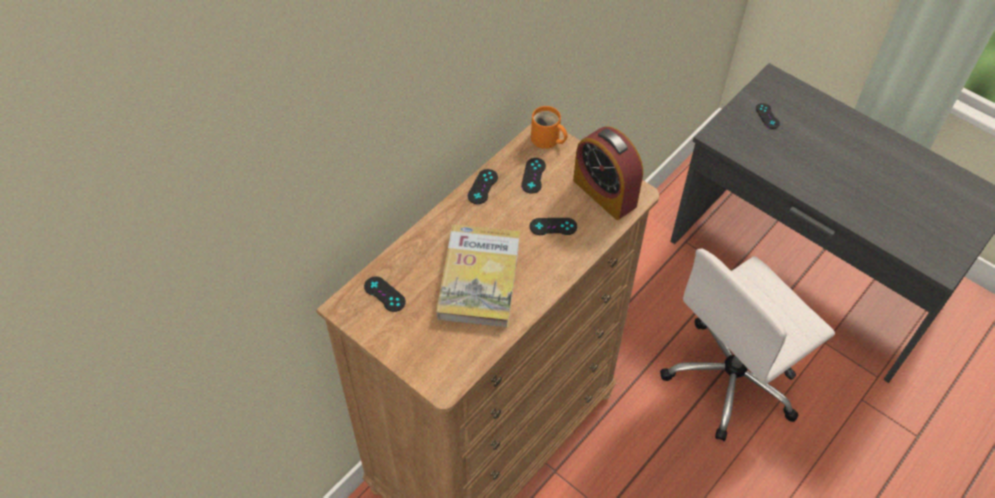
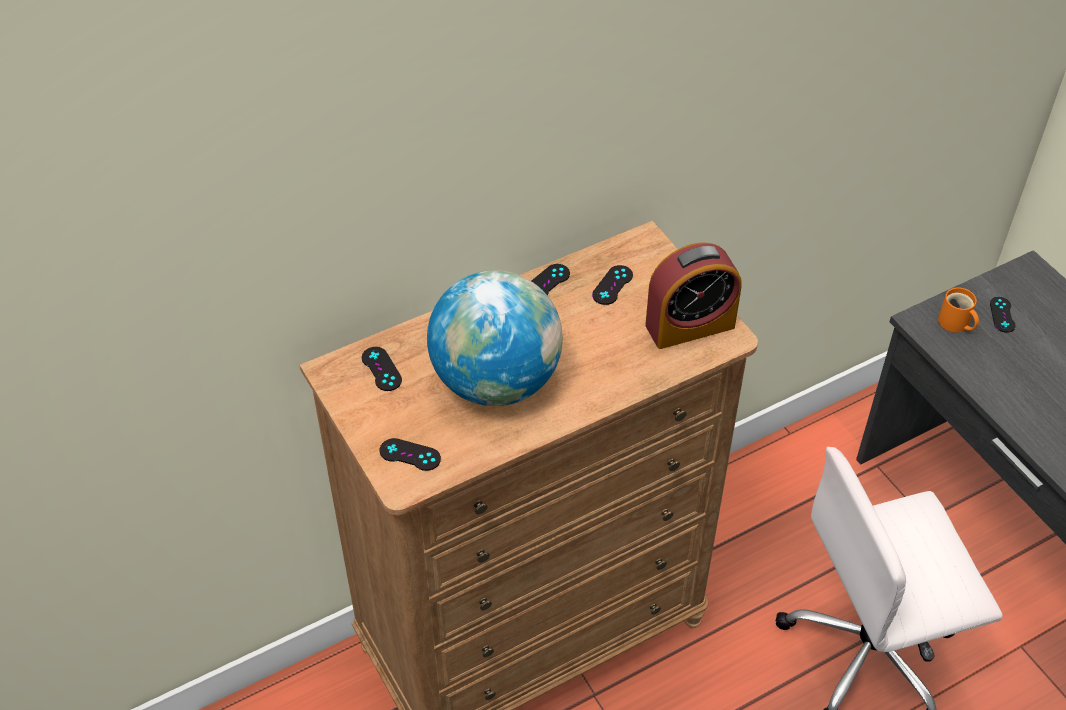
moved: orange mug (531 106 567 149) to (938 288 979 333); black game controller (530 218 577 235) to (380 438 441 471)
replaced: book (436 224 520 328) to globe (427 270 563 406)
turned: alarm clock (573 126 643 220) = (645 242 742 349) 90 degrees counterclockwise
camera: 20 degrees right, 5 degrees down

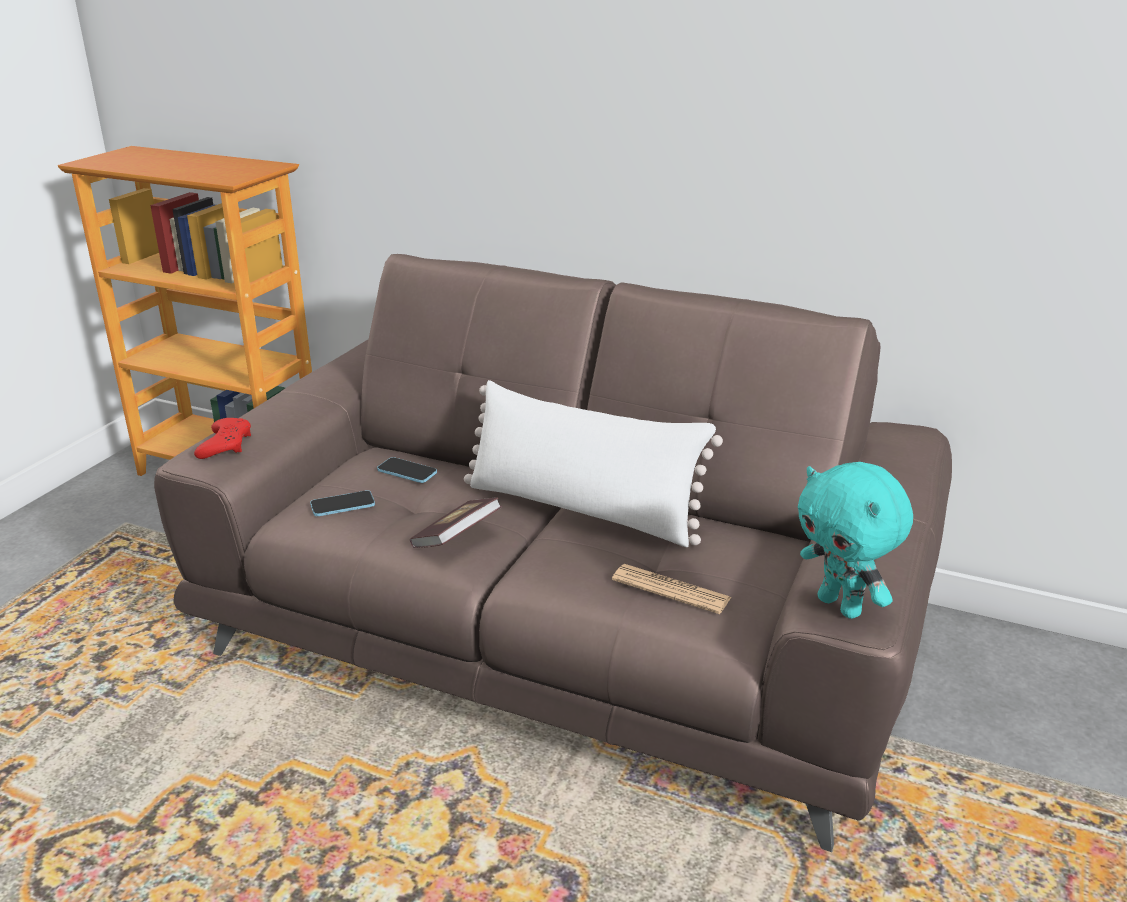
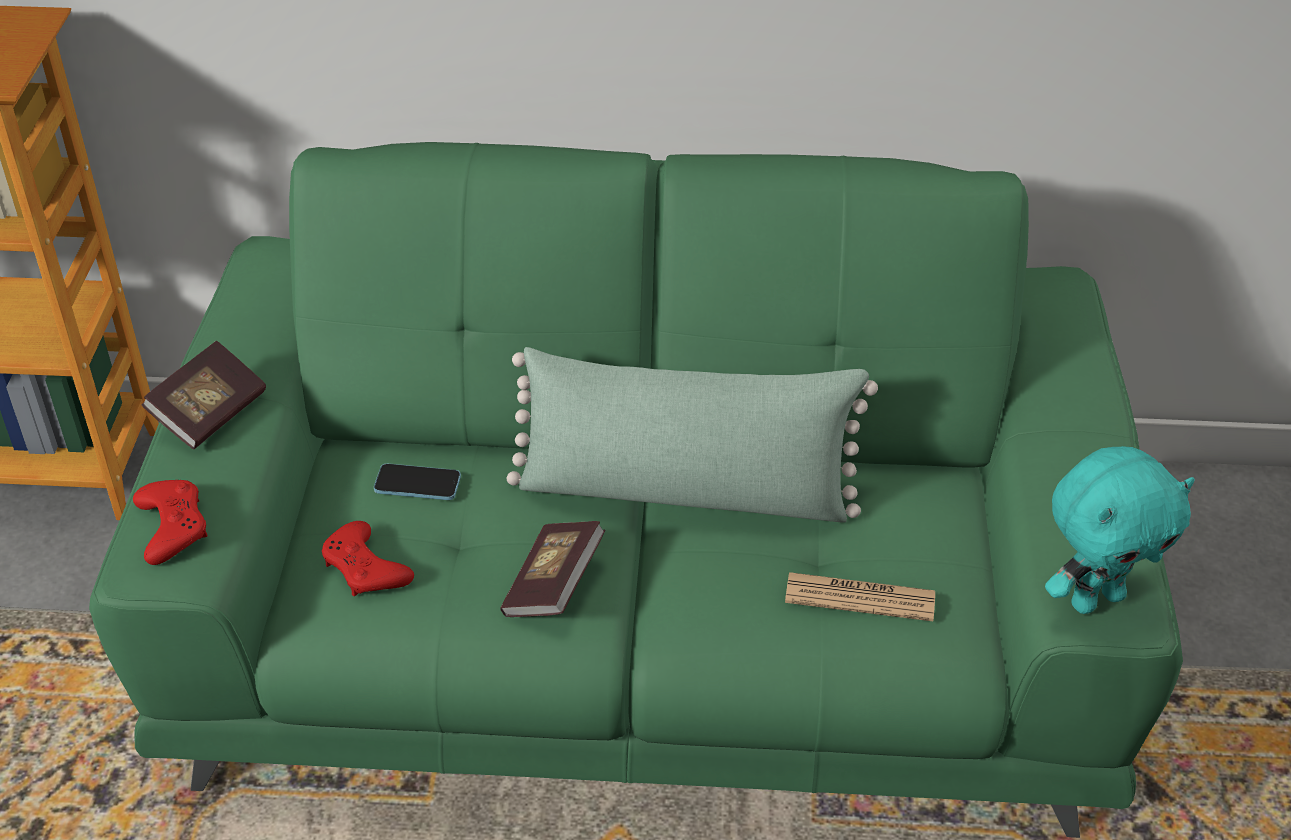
added: book (141 341 266 449)
replaced: phone (310 490 375 516) to red game controller (322 521 414 596)
recoloured: brown sofa (154 254 952 852) to green sofa (89 142 1183 838); white pillow (464 380 723 547) to green pillow (506 347 878 523)
turned: turquoise plush toy (798 462 913 619) = (1045 446 1195 614) 60 degrees counterclockwise
camera: 20 degrees left, 15 degrees up

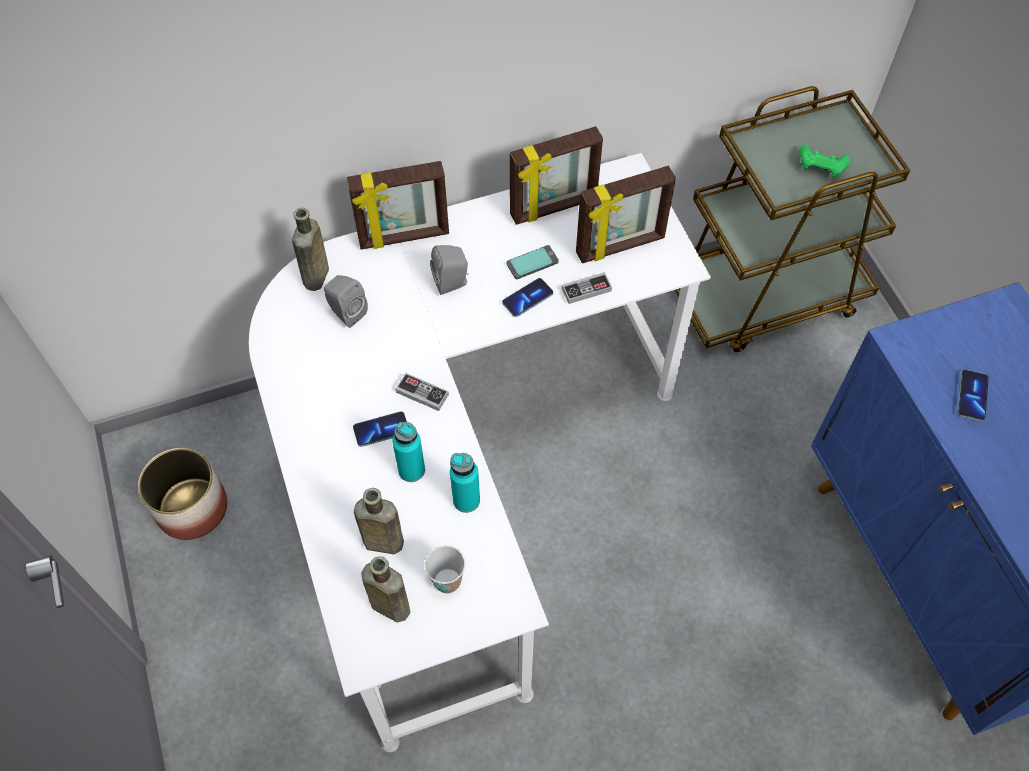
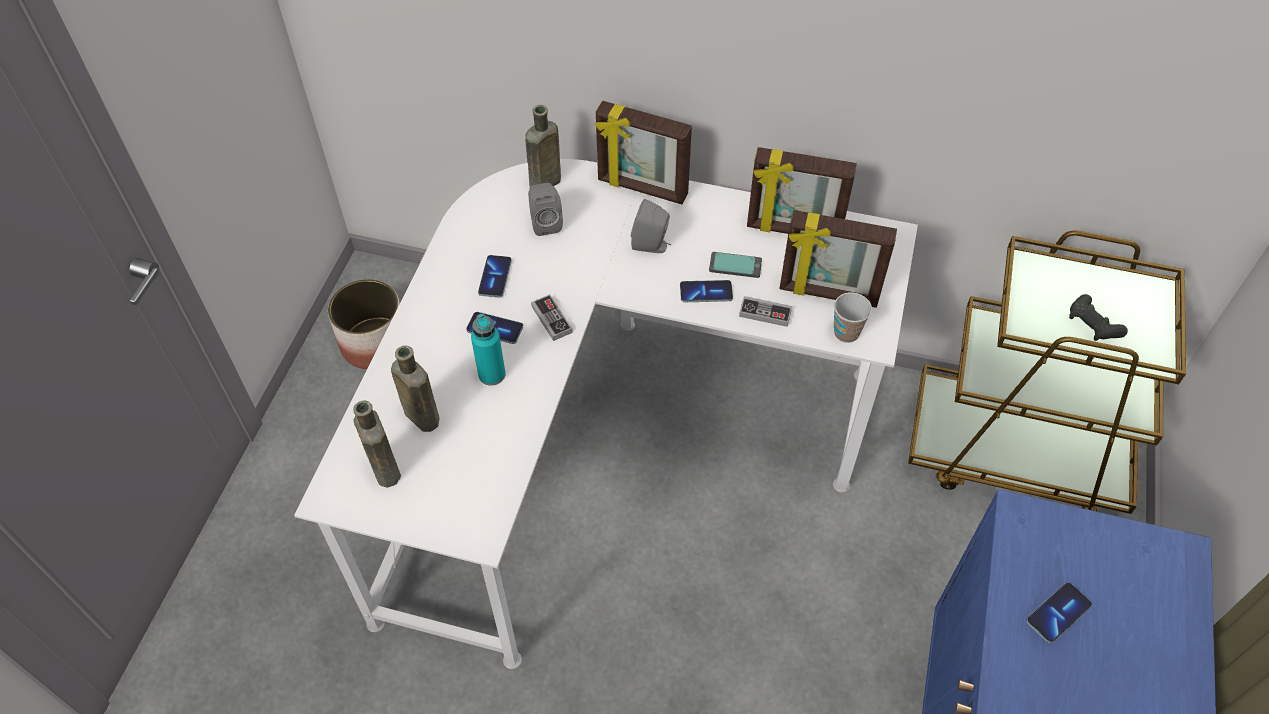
removed: turquoise bottle (450 453 480 513)
added: phone (478 255 512 298)
moved: cup (425 545 465 594) to (834 292 872 343)
recoloured: green game controller (799 145 850 178) to black game controller (1069 294 1128 341)
camera: 35 degrees right, 5 degrees down

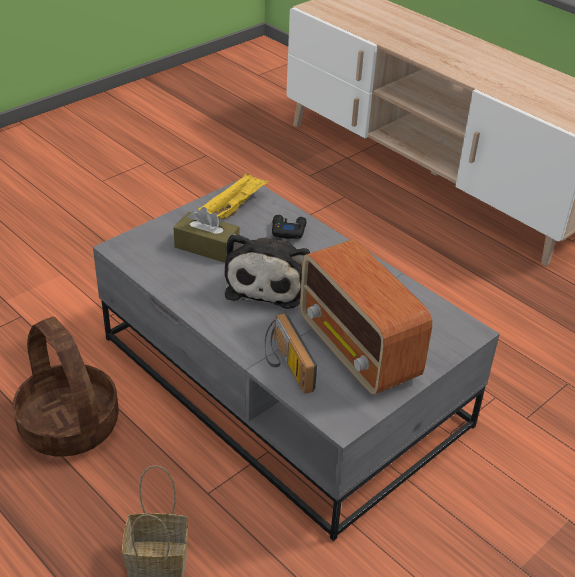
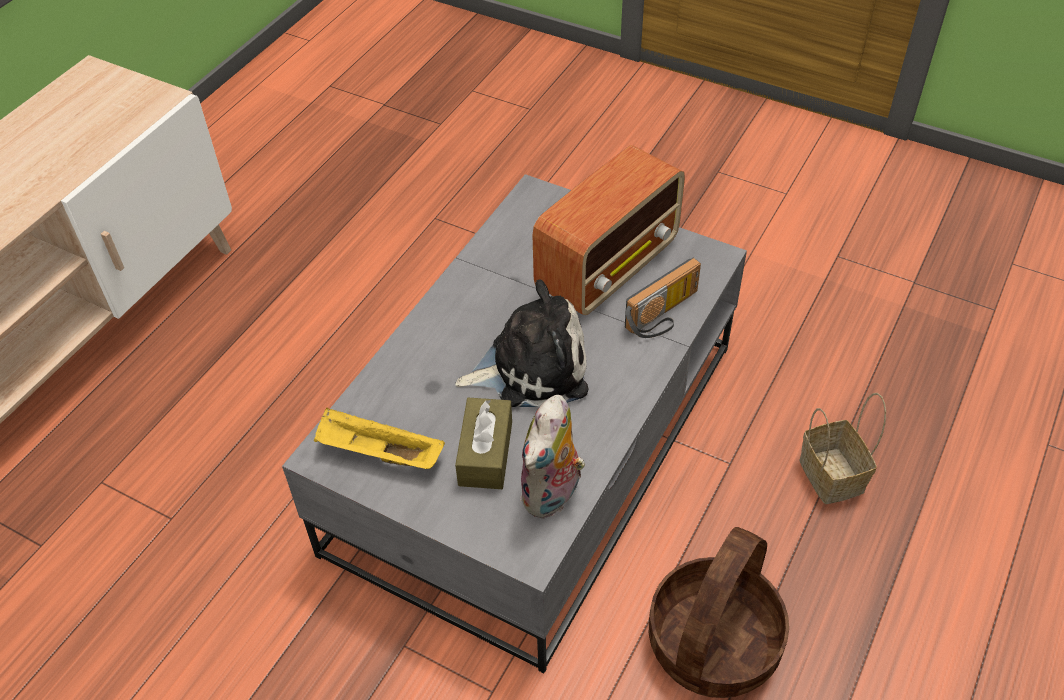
removed: black game controller (272 215 307 239)
added: plush toy (520 395 585 518)
camera: 105 degrees left, 10 degrees up

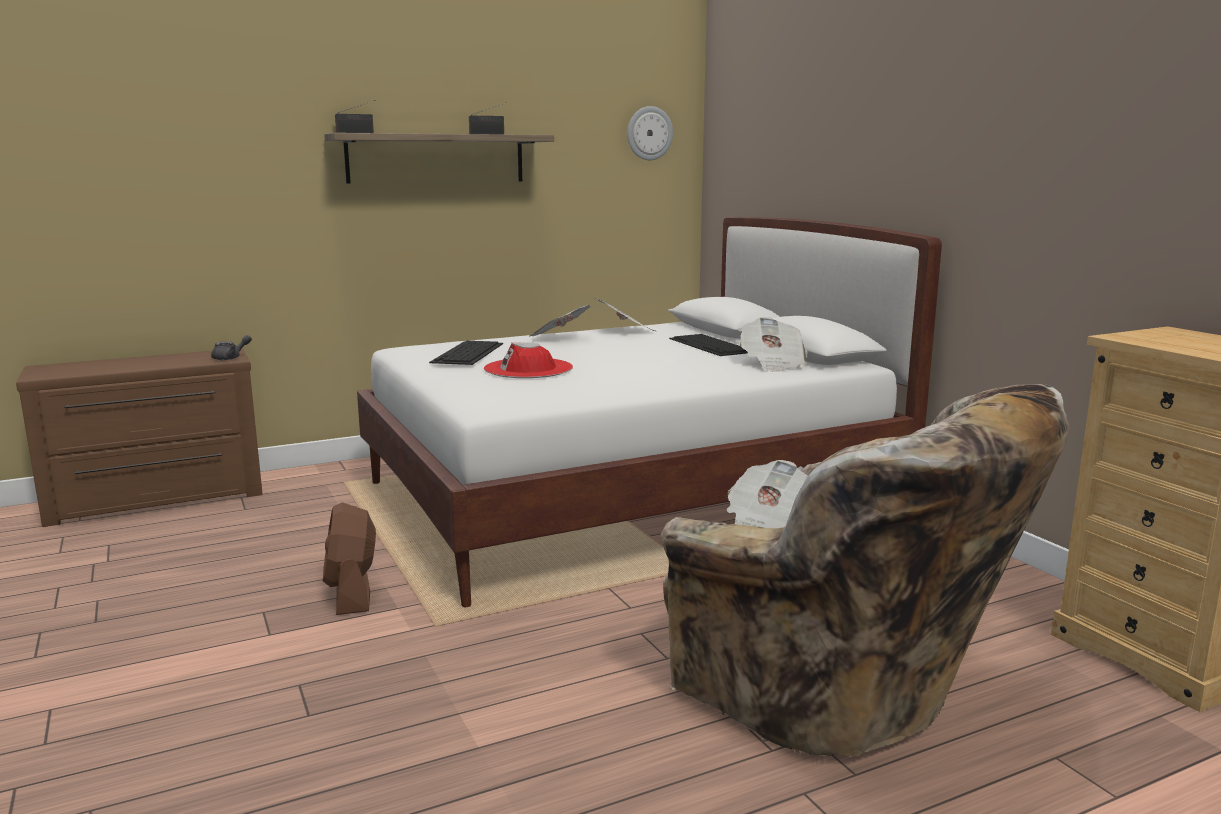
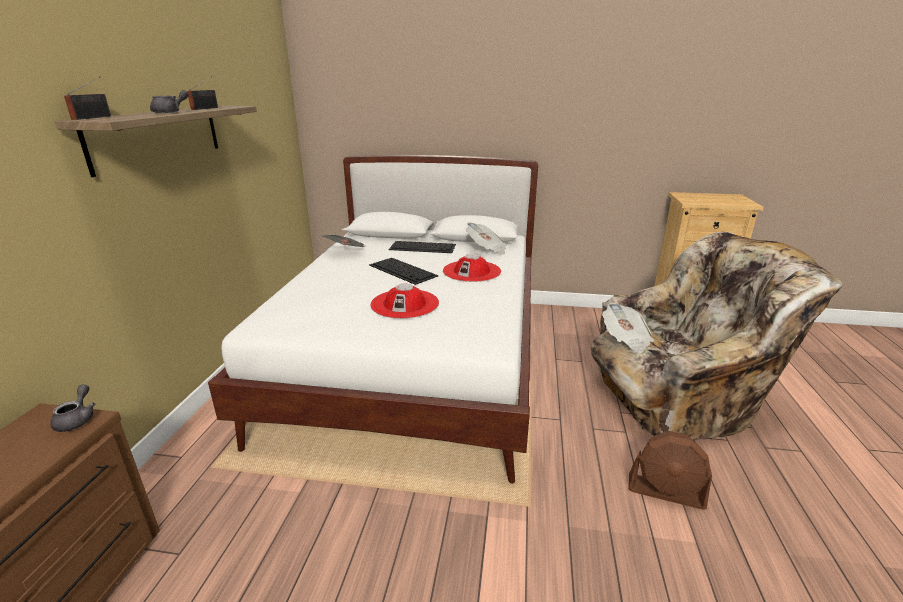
removed: wall clock (627 106 673 160); newspaper (529 305 591 337)
added: grey teapot (150 90 189 113); red hat (443 254 501 282)
moved: keyboard (429 341 503 365) to (369 258 439 285); brown fan (323 502 376 615) to (629 431 712 510)
camera: 55 degrees left, 10 degrees up

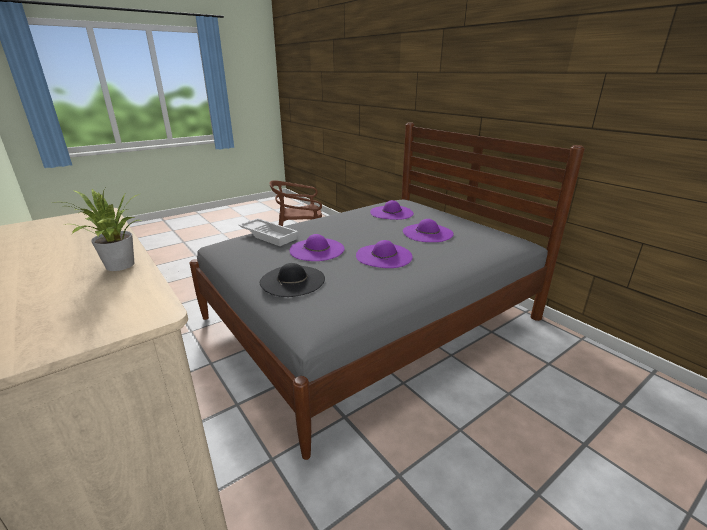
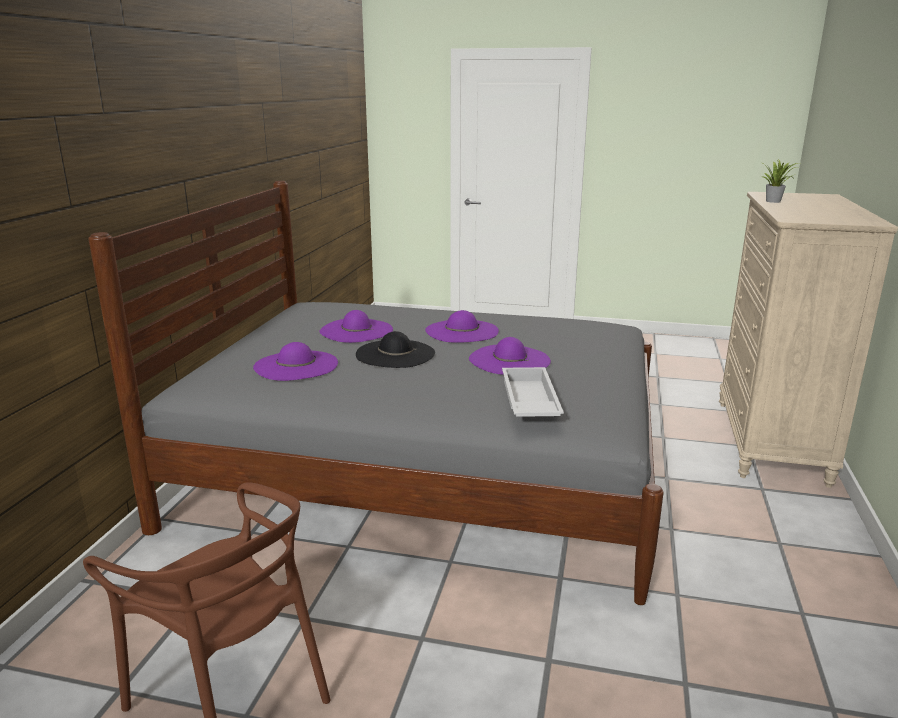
moved: black hat (260 263 325 297) to (356 331 435 368)
camera: 130 degrees left, 5 degrees down

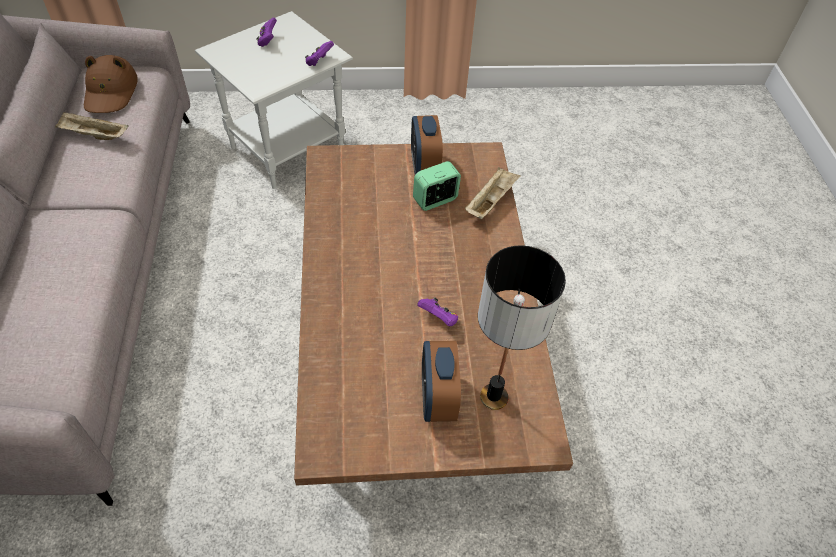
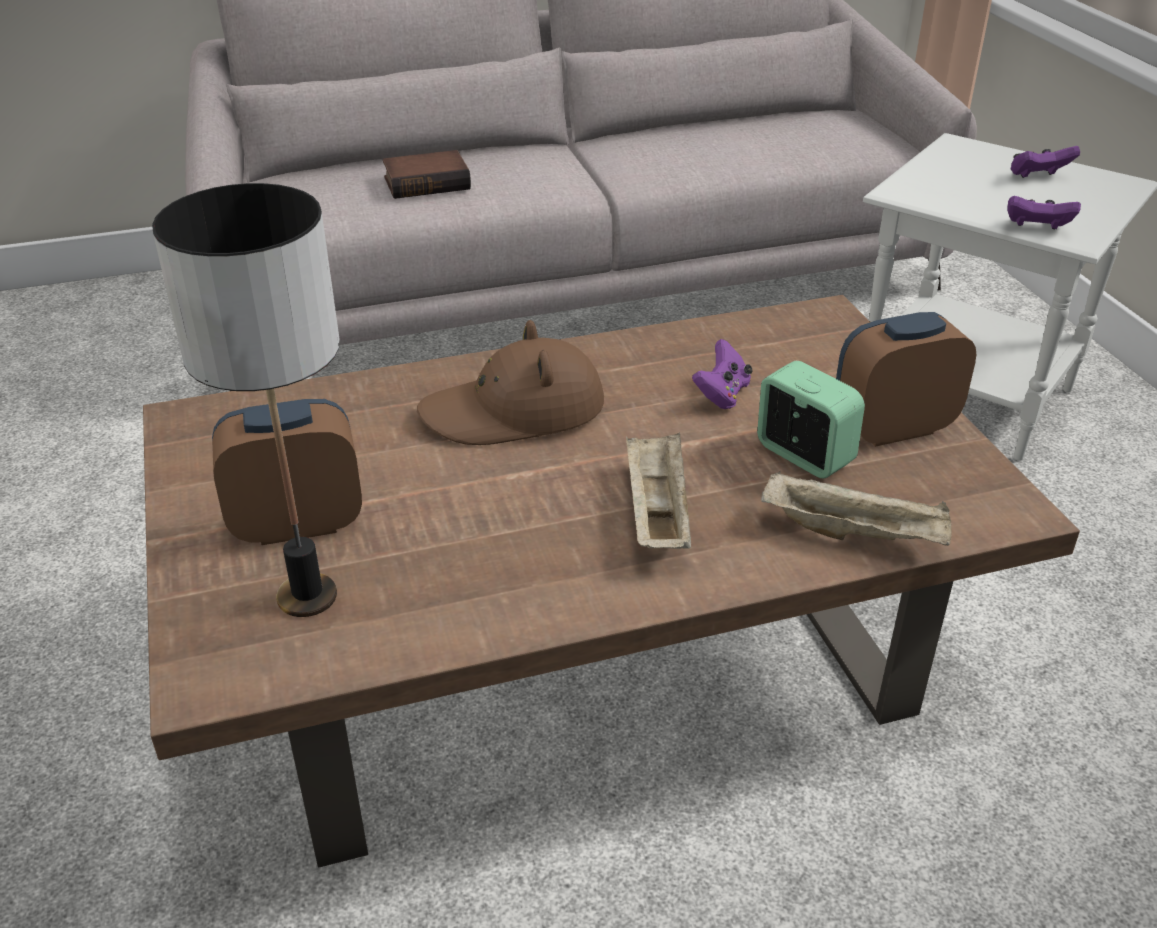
added: book (382 150 471 199)
moved: brown hat (84 55 138 113) to (417 320 604 445); beige tray (55 112 129 140) to (626 432 691 549); purple game controller (417 297 458 326) to (692 339 753 409)
camera: 80 degrees right, 15 degrees down

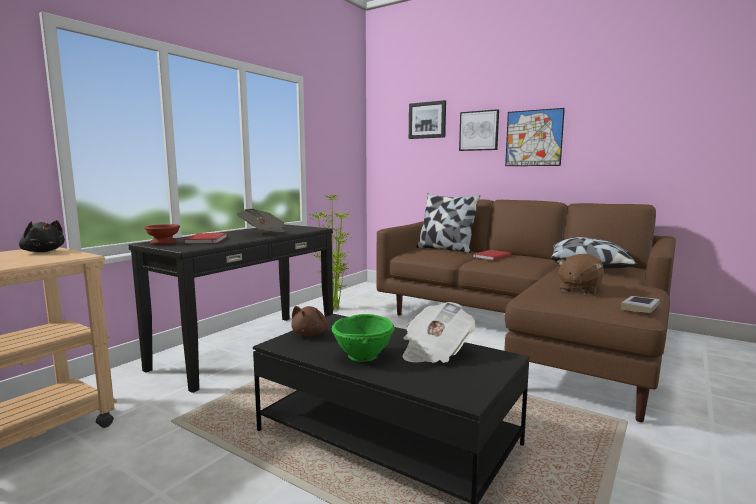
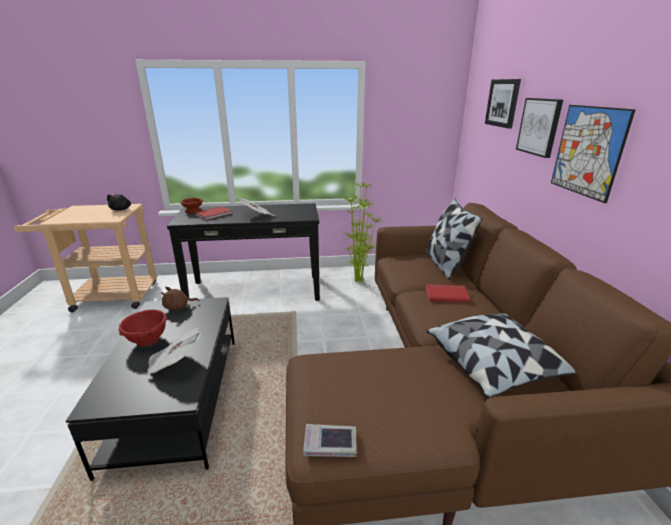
removed: brown plush toy (557 254 604 295)
recoloured: green bowl (331 314 395 362) to red bowl (119 309 167 347)
camera: 50 degrees right, 15 degrees up

